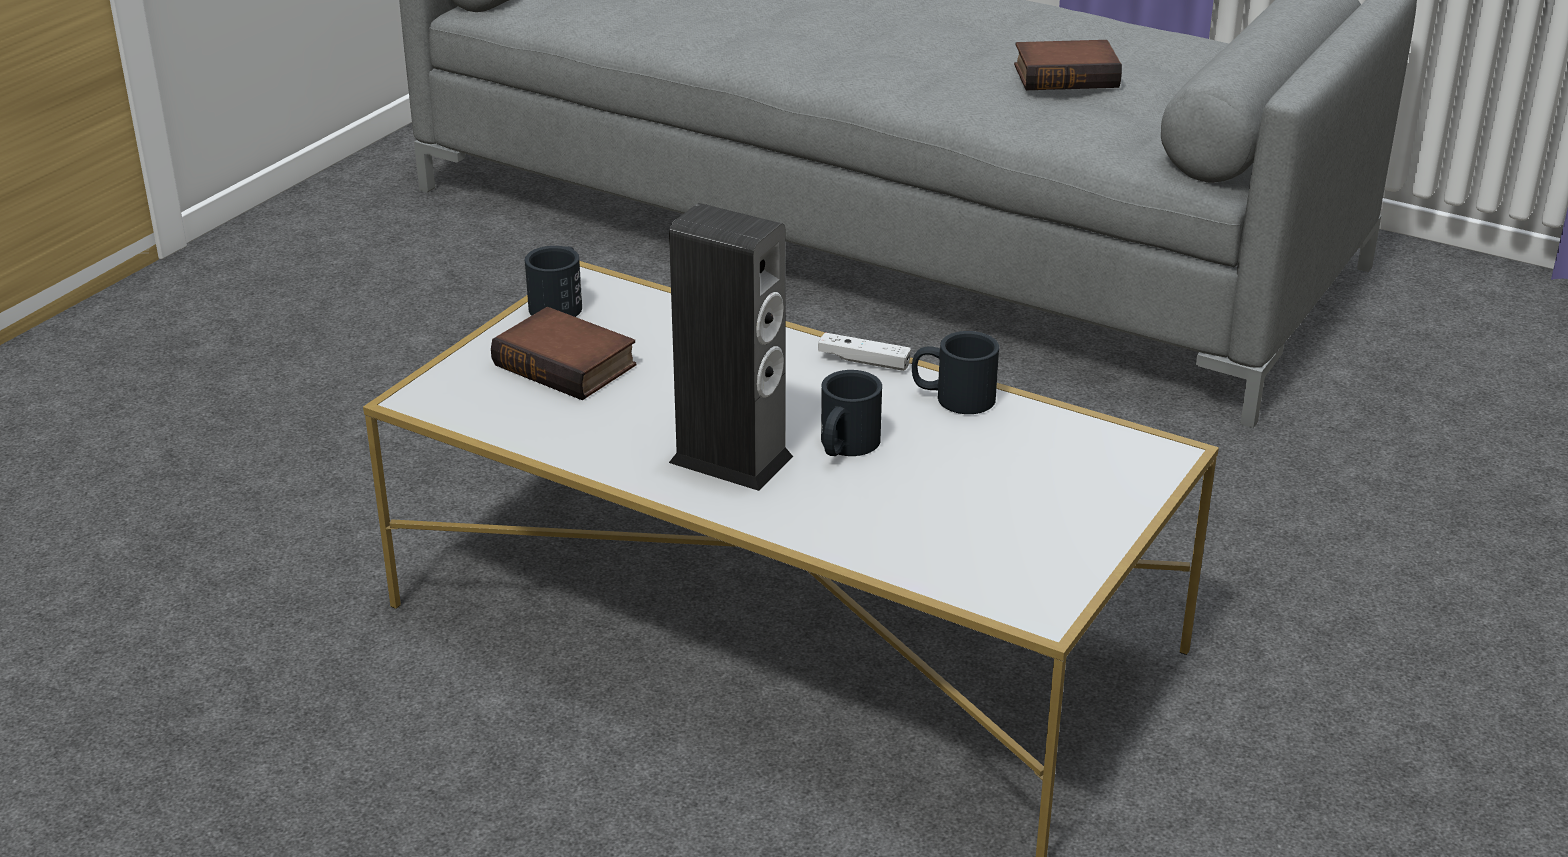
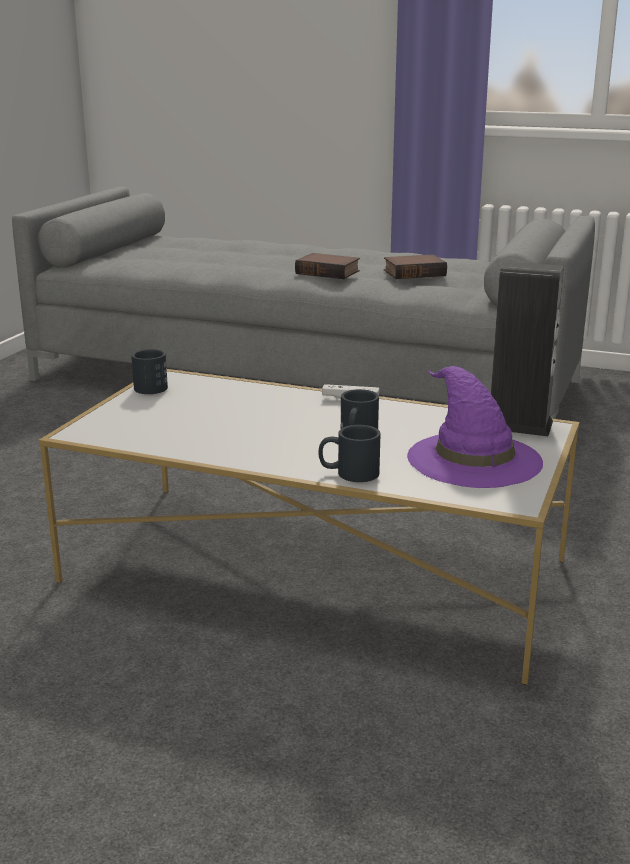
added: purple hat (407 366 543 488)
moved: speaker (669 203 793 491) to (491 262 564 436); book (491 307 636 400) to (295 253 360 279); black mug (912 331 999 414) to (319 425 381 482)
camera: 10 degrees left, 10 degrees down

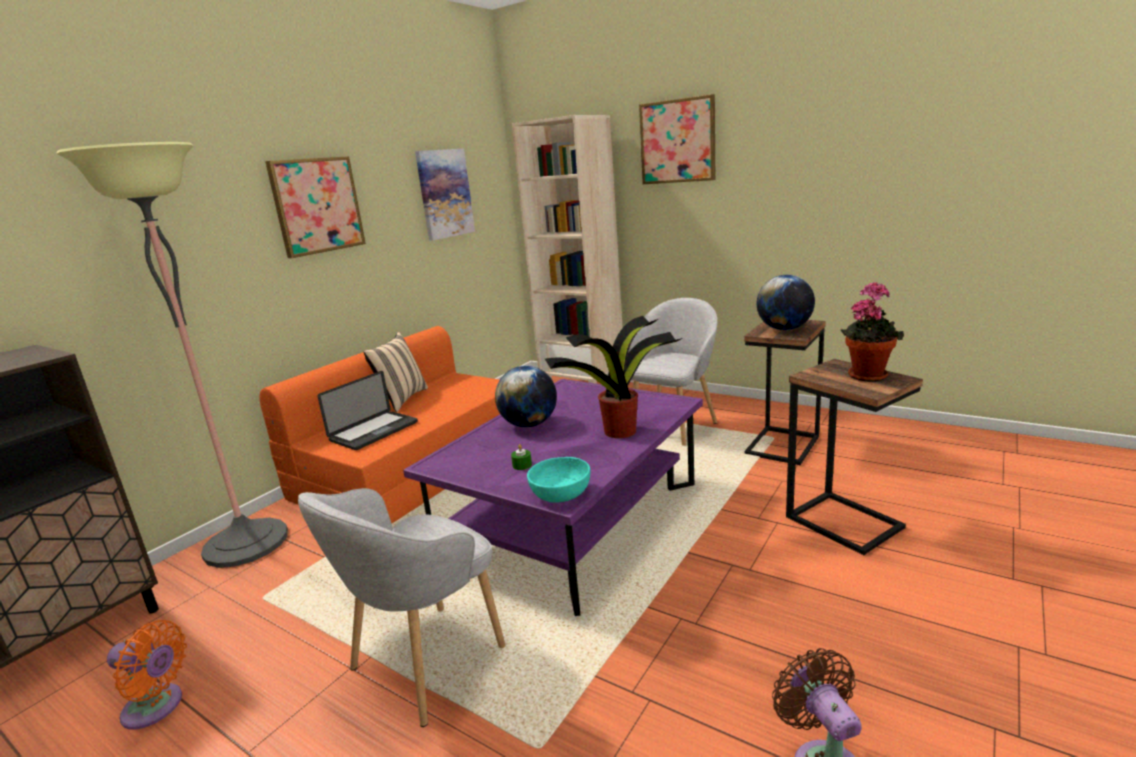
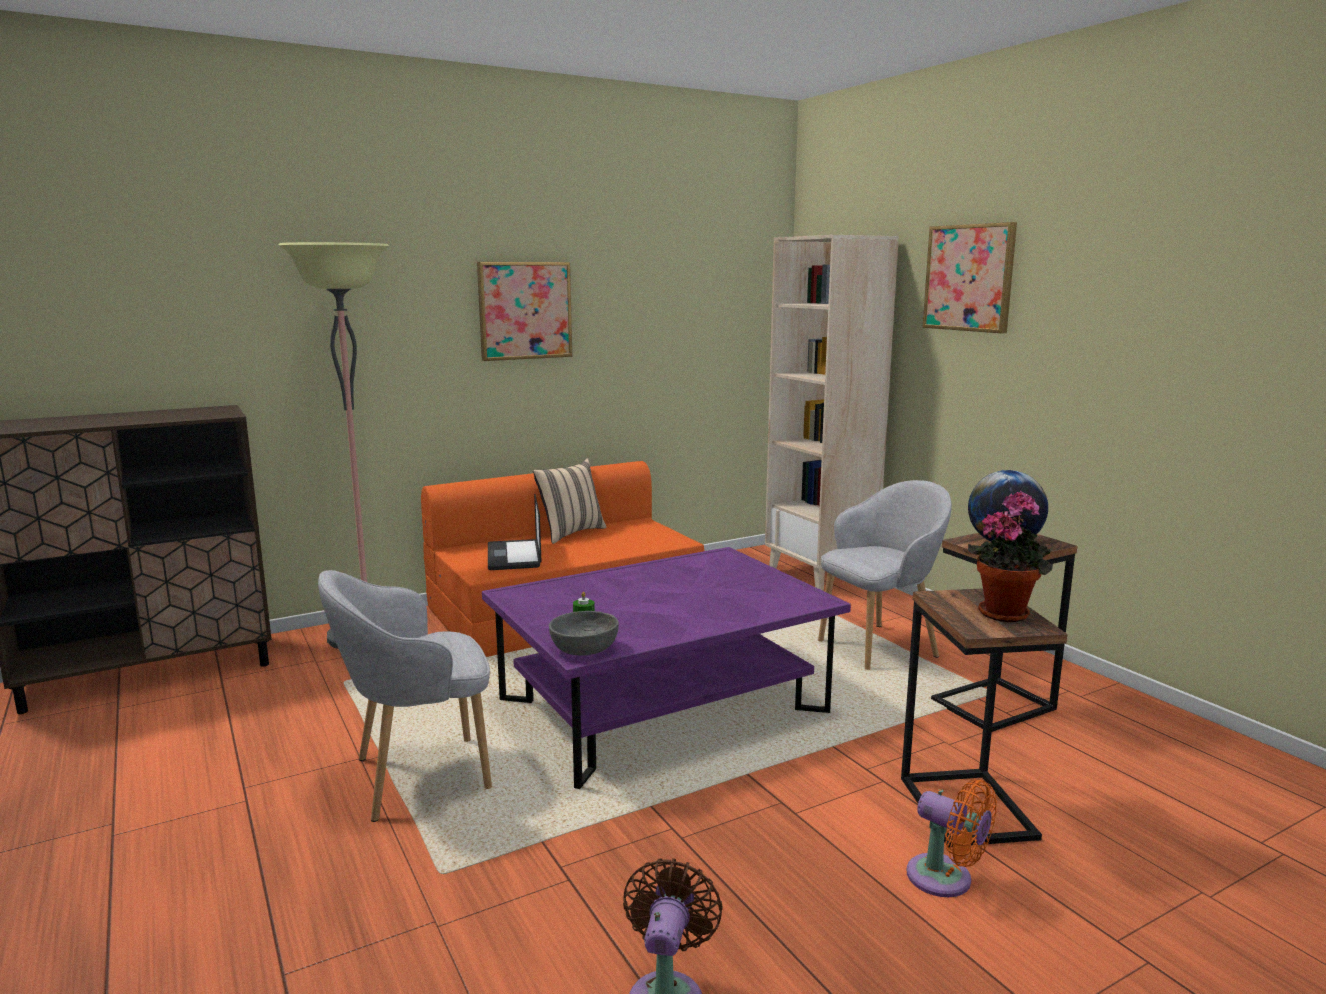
removed: picture (415 149 475 241); potted plant (545 316 682 438); globe (495 366 557 428)
moved: orange fan (107 620 187 730) to (907 779 997 897)
recoloured: turquoise bowl (527 457 590 503) to grey bowl (549 611 619 655)
turned: laptop (317 371 418 450) = (488 493 541 570) 105 degrees clockwise
camera: 25 degrees right, 5 degrees down

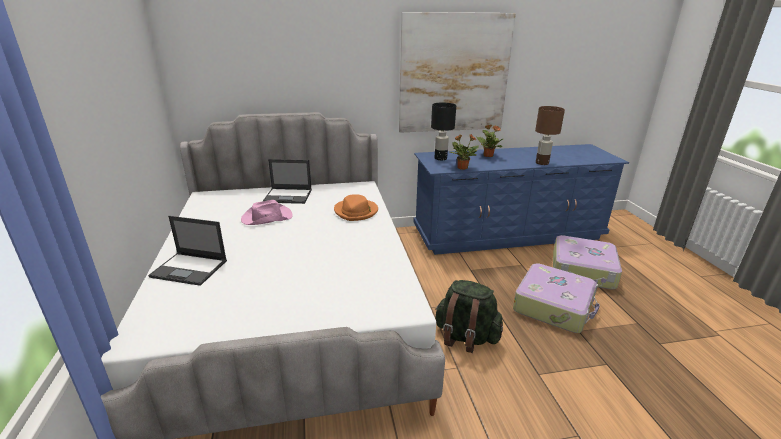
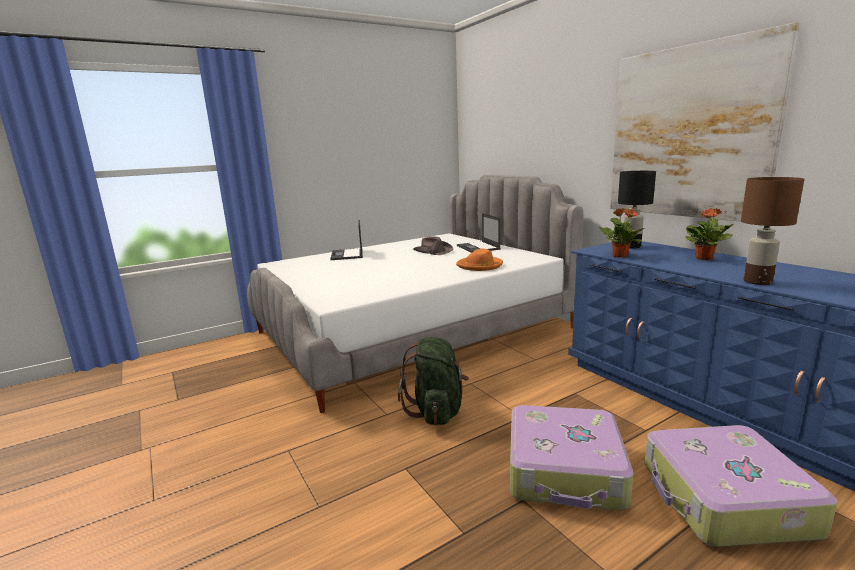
recoloured: pink hat (241 200 293 225) to brown hat (413 236 453 255)
camera: 70 degrees right, 10 degrees down

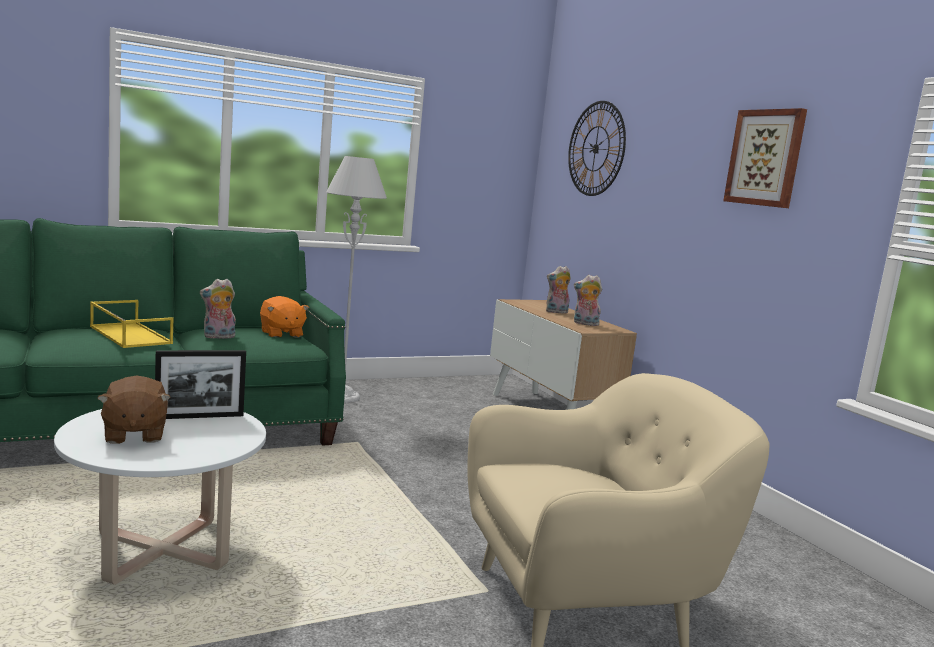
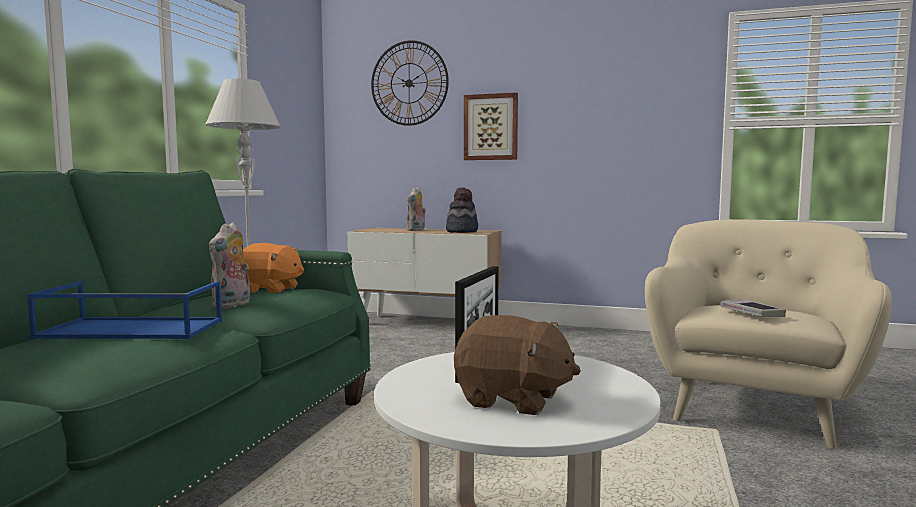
added: book (720 299 786 317)
moved: picture (723 108 807 208) to (464 93 518 160)
replaced: plush toy (574 275 602 326) to hat (446 187 478 233)
recoloured: yellow tray (90 300 173 348) to blue tray (26 281 222 339)
camera: 45 degrees left, 5 degrees down

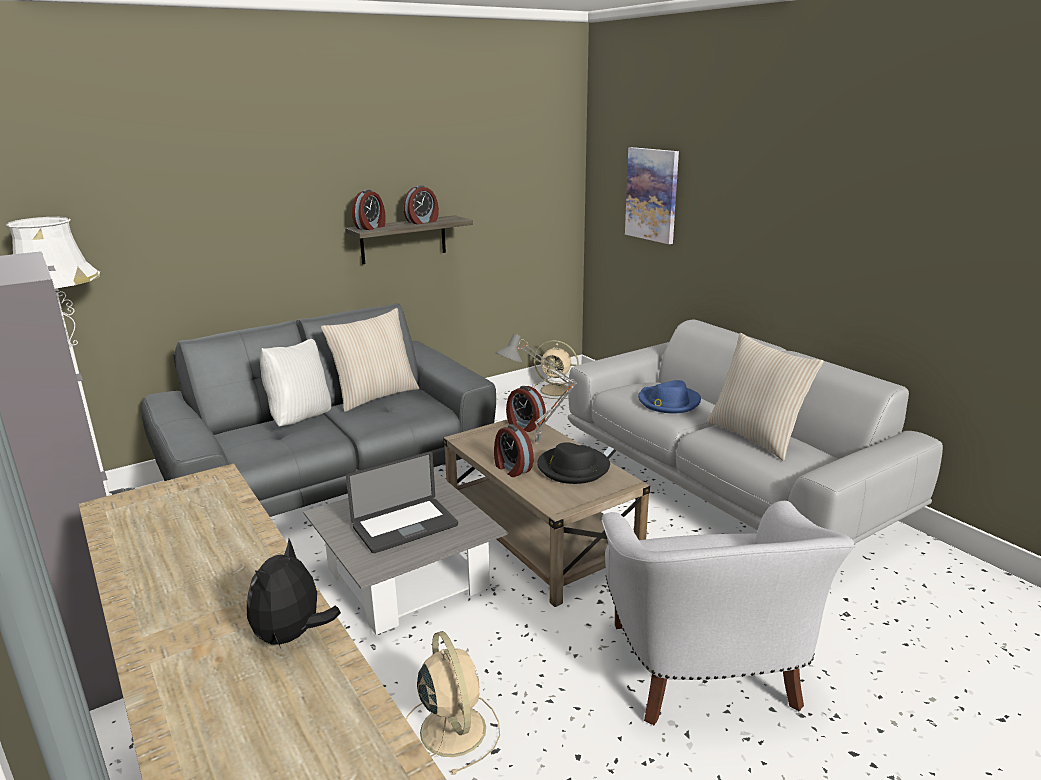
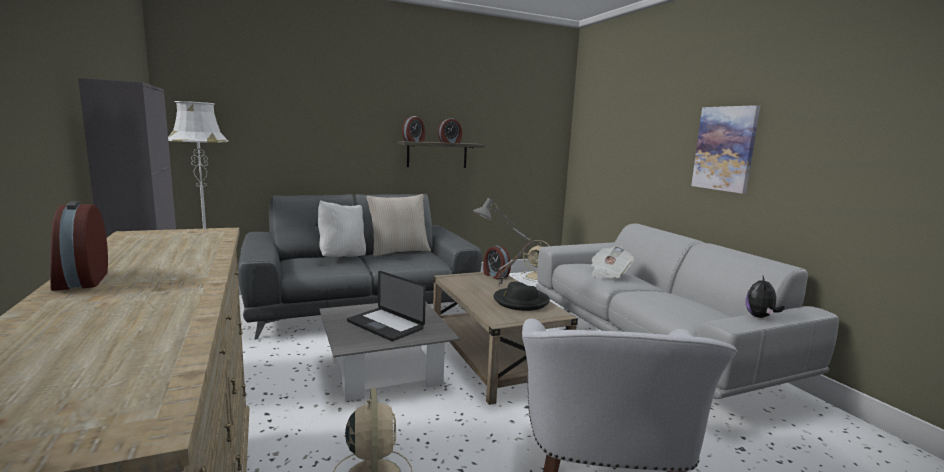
removed: beige pillow (706 333 824 461)
moved: picture (625 147 679 244) to (691 105 760 194); alarm clock (494 424 534 477) to (50 201 108 291); plush toy (247 539 341 648) to (745 276 785 318)
replaced: blue hat (638 380 701 413) to newspaper (590 246 634 278)
turned: laptop (346 452 458 553) = (347 271 426 341) 60 degrees clockwise
camera: 10 degrees right, 10 degrees down

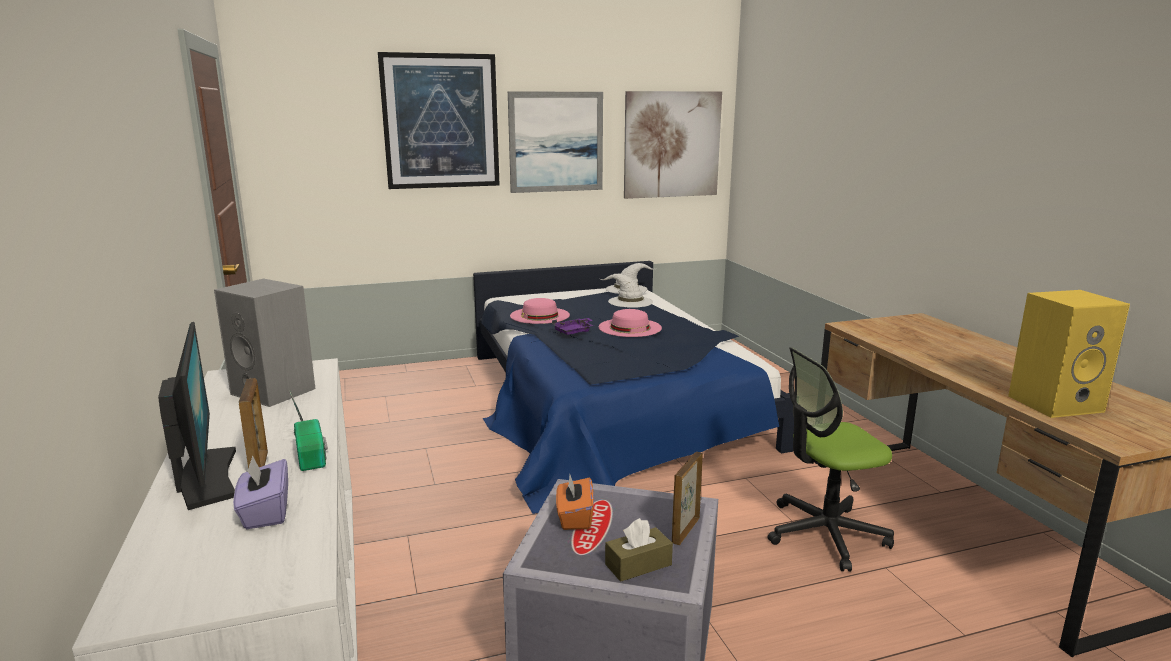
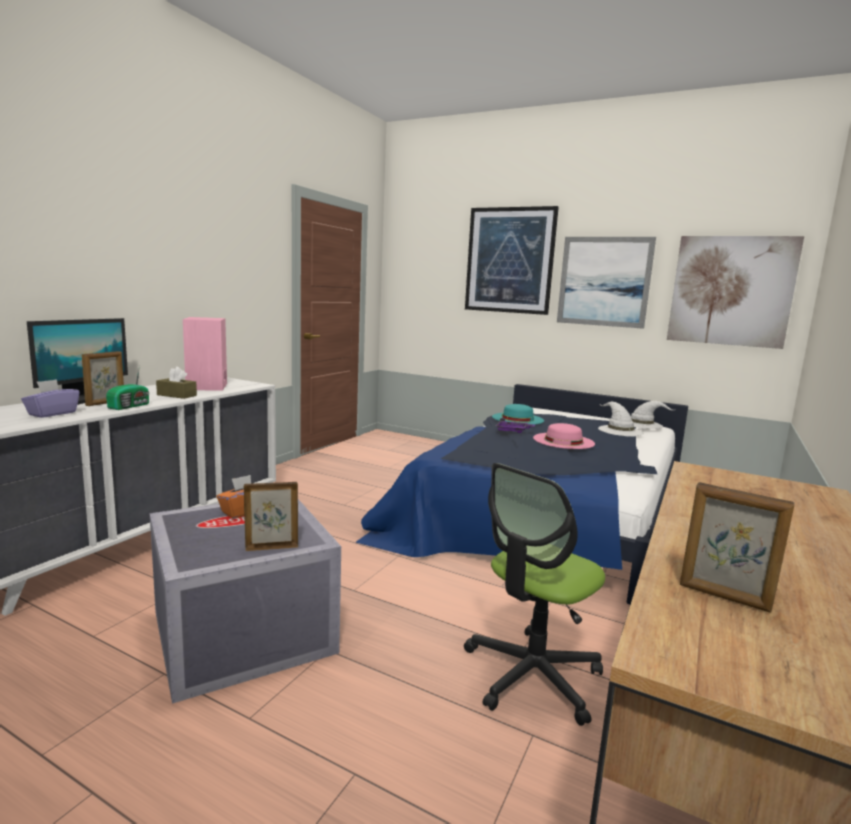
moved: brown tissue box (605 518 673 582) to (156 366 197 399)
replaced: yellow speaker (1008 290 1130 418) to picture frame (680 482 794 613)
recoloured: grey speaker (214 279 315 407) to pink speaker (183 317 227 391); pink hat (510 298 570 324) to turquoise hat (492 404 544 425)
turned: office chair (768 347 894 572) = (464 463 605 726) 75 degrees counterclockwise
camera: 45 degrees right, 5 degrees down

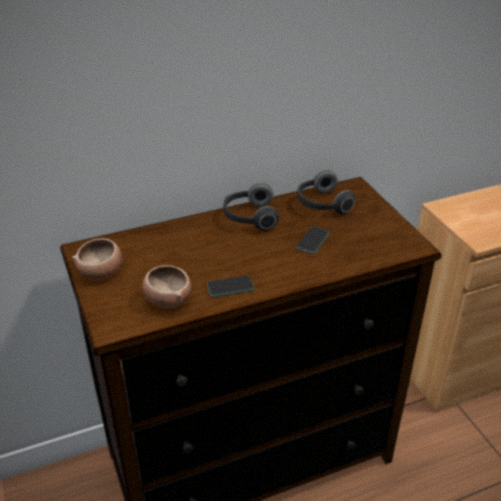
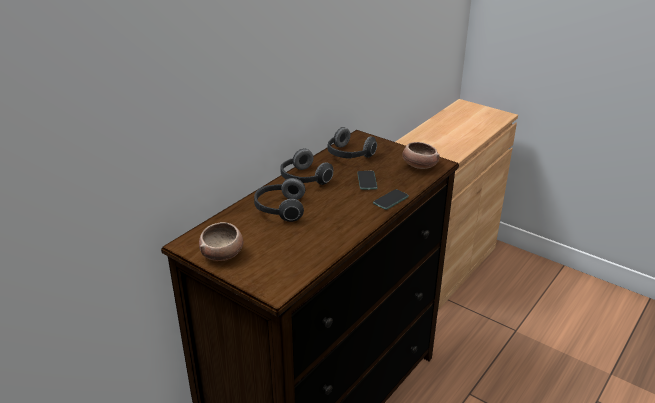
added: headphones (254 178 305 222)
moved: bowl (142 265 192 308) to (402 142 440 169); phone (207 275 255 297) to (373 189 409 210)
camera: 30 degrees left, 5 degrees down

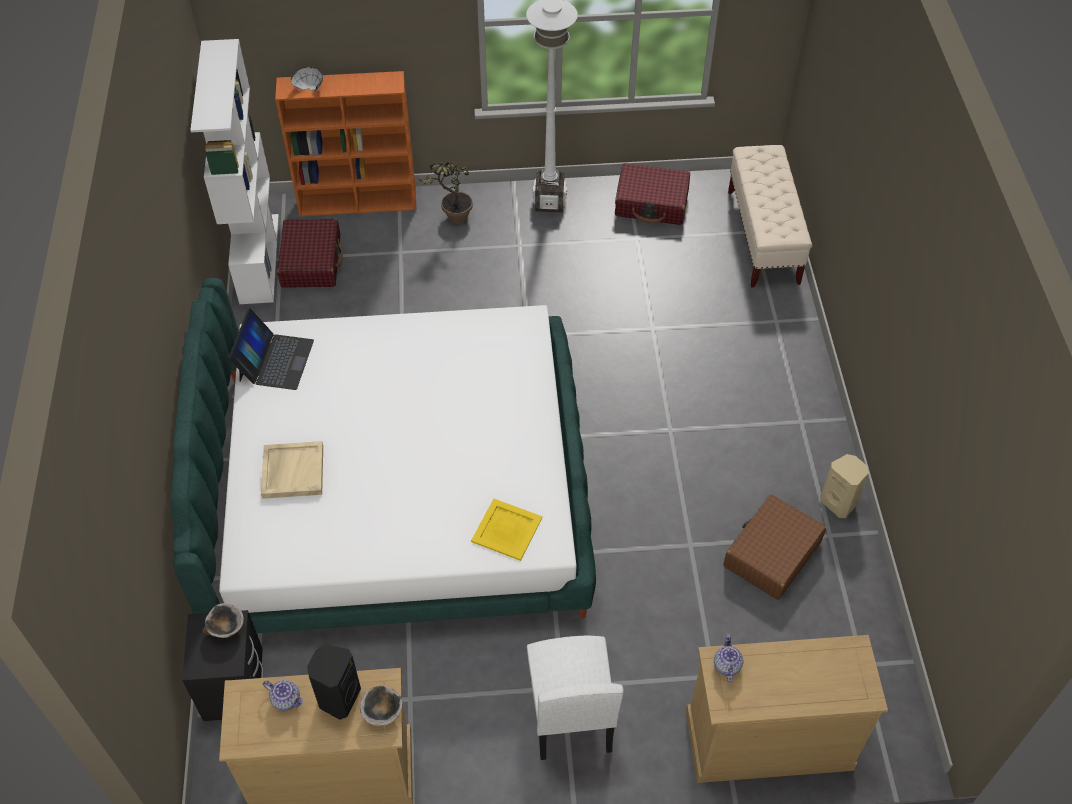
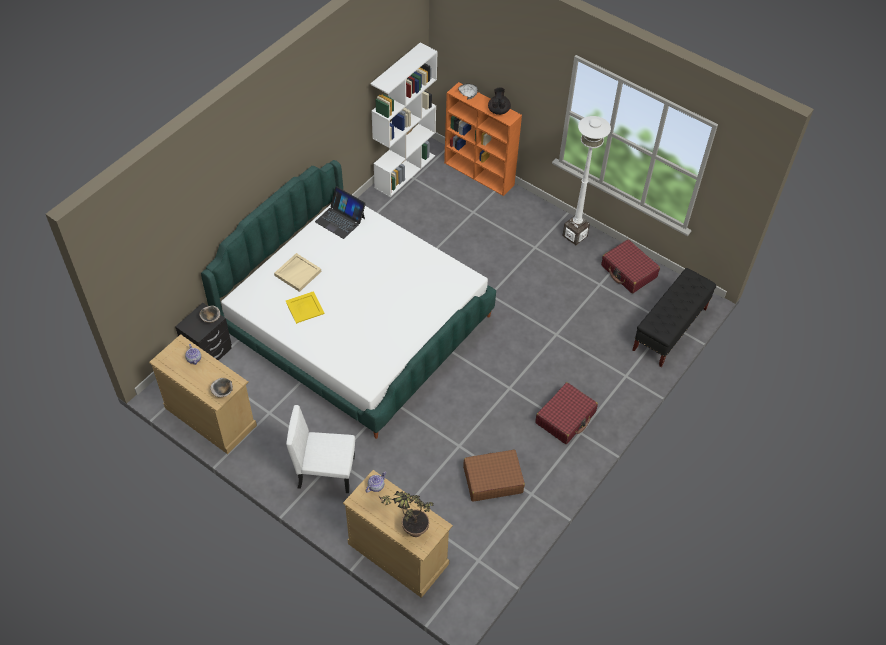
removed: beige speaker (820 454 869 518); black speaker (307 645 361 720)
added: black teapot (488 88 511 115)
moved: potted plant (417 162 473 224) to (377 491 434 537); red suitcase (277 219 343 288) to (535 382 598 444); yellow tray (471 499 542 561) to (286 291 325 324)
recoloured: beige bench (728 145 812 288) to black bench (632 268 716 367)
turned: laptop (229 308 314 390) = (315 186 366 239) 75 degrees clockwise; white chair (527 635 624 760) = (286 405 355 493) 60 degrees clockwise
camera: 40 degrees right, 0 degrees up

